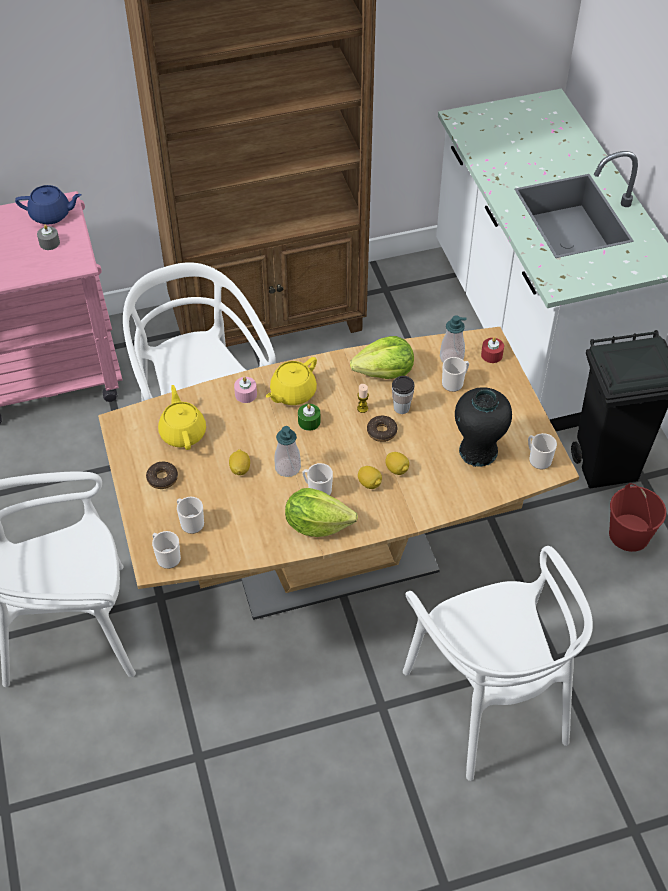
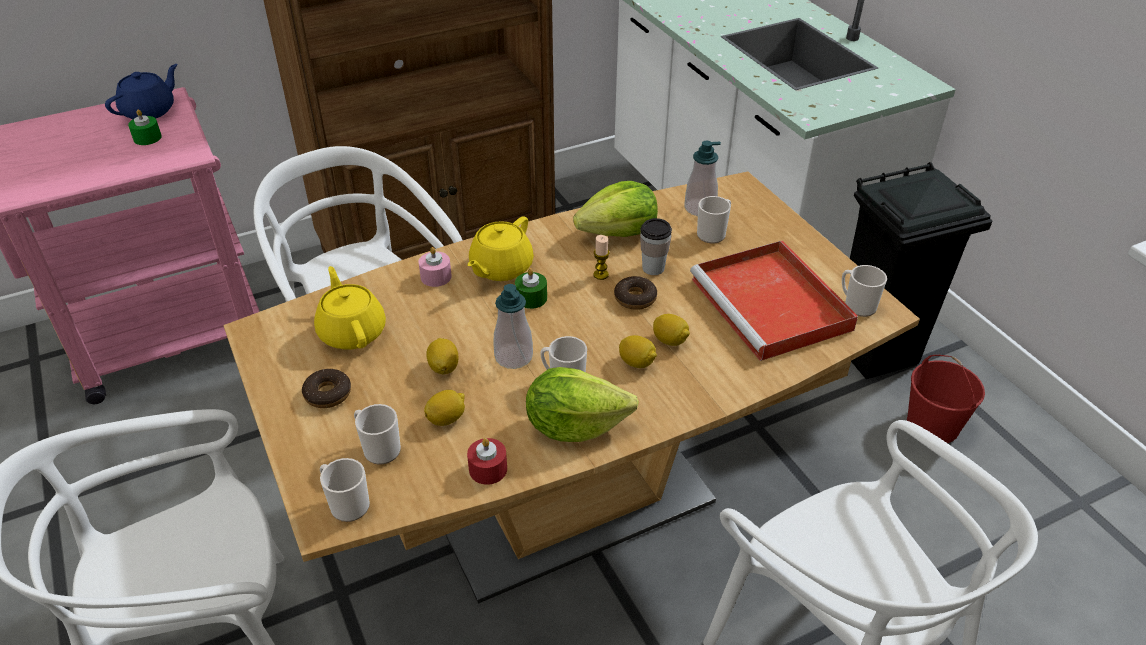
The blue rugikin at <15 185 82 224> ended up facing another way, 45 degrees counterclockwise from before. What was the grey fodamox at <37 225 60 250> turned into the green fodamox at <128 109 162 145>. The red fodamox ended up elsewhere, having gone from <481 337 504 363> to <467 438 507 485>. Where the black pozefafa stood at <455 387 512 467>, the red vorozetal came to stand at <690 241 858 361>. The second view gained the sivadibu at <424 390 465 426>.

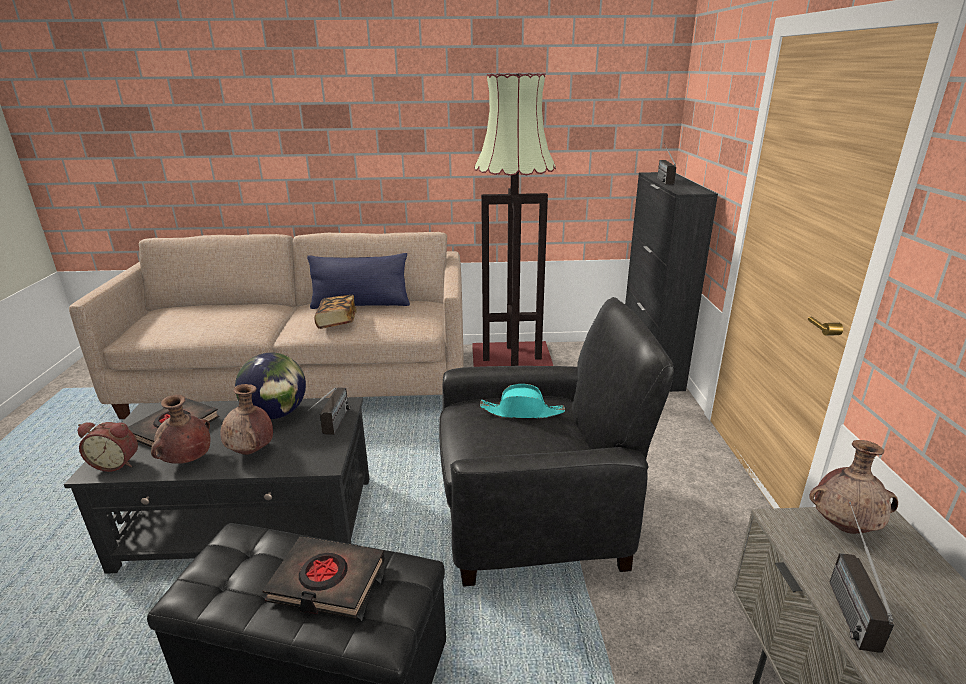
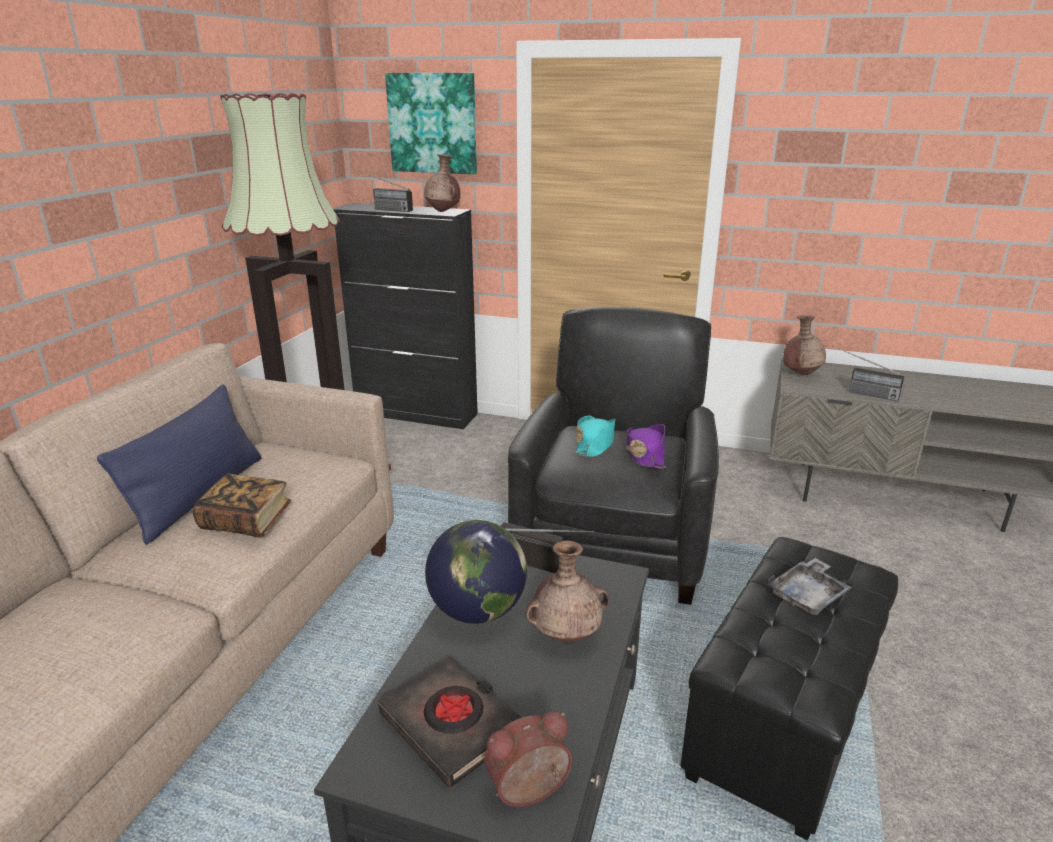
The brown pozefafa ended up elsewhere, having gone from <151 395 211 464> to <424 154 460 212>. The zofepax at <78 422 138 472> ended up facing another way, 135 degrees counterclockwise from before. Where the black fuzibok stood at <263 537 385 619>, the grey vorozetal came to stand at <768 558 852 615>. The second view gained the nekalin at <385 73 477 174>. The second view gained the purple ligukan at <626 424 666 469>.

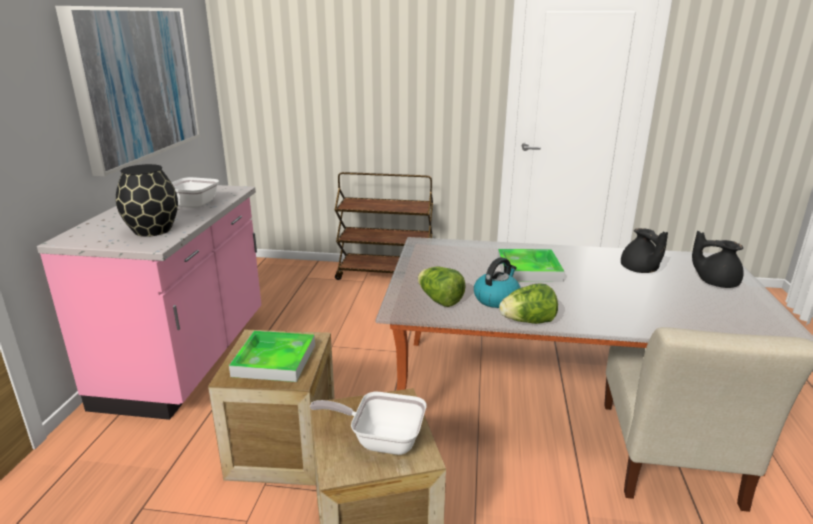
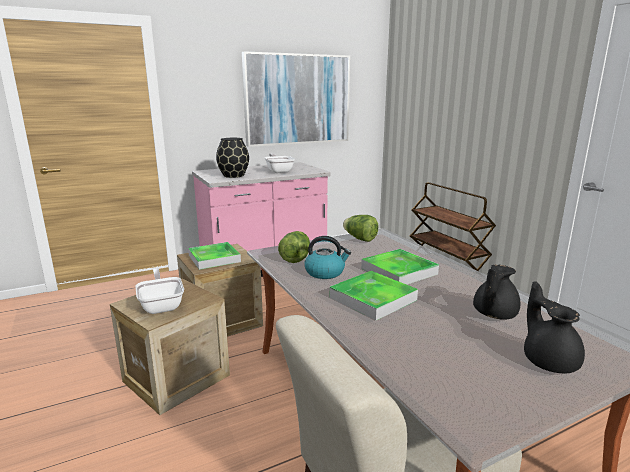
The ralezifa ended up elsewhere, having gone from <499 283 558 324> to <343 215 379 242>. The second view gained the vorozetal at <330 271 418 321>.

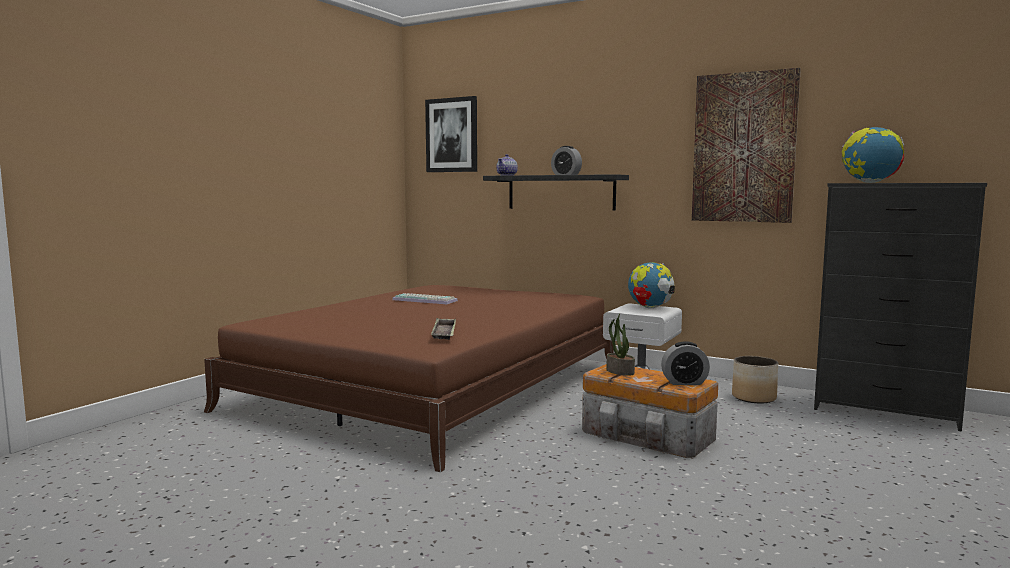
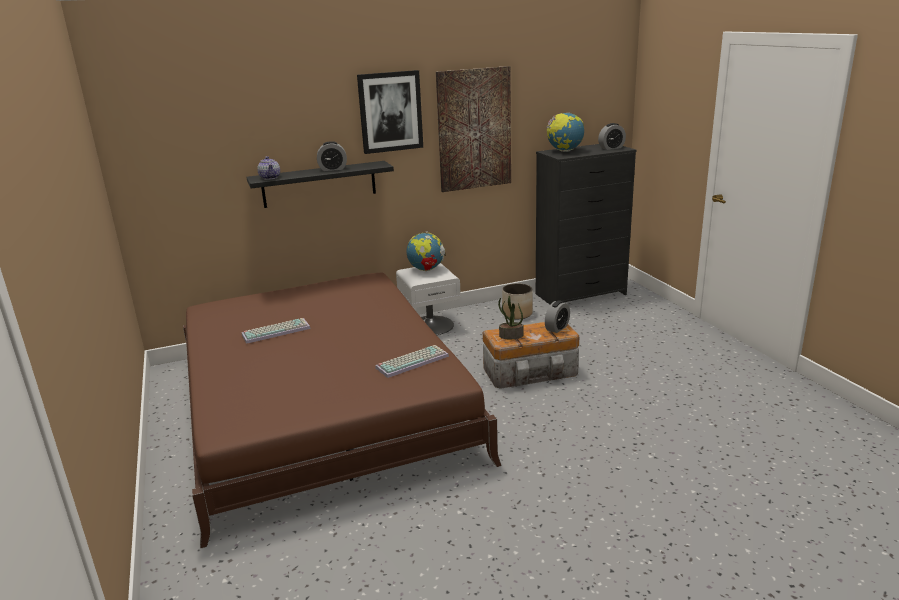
The nekalin ended up elsewhere, having gone from <425 96 477 172> to <357 70 423 154>. Where the vorozetal stood at <431 318 456 340>, the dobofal came to stand at <375 345 449 378>. The second view gained the zofepax at <598 123 626 150>.

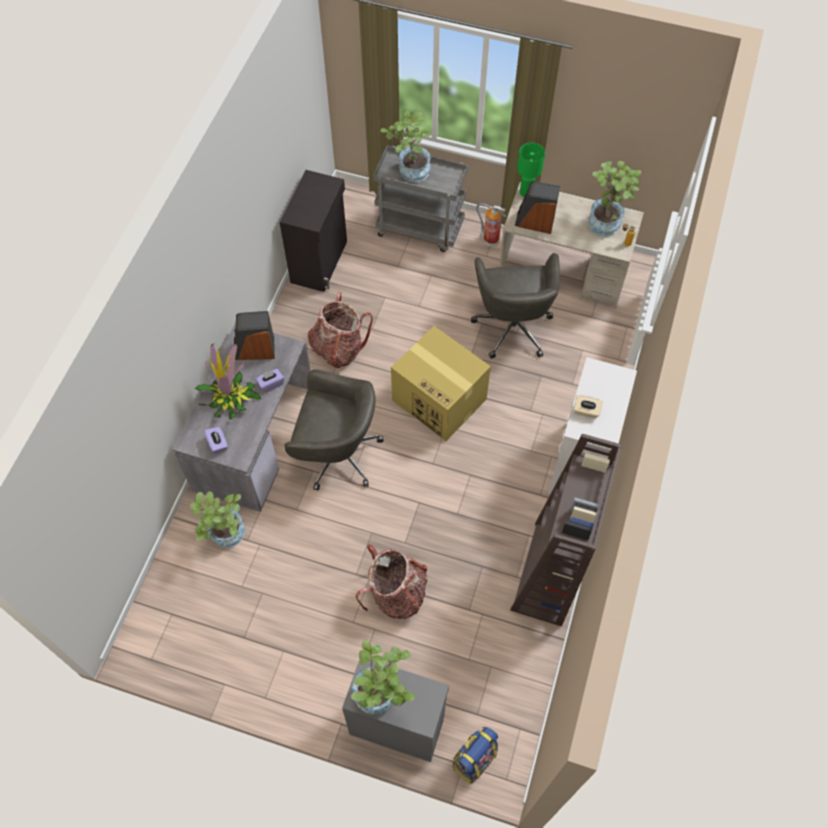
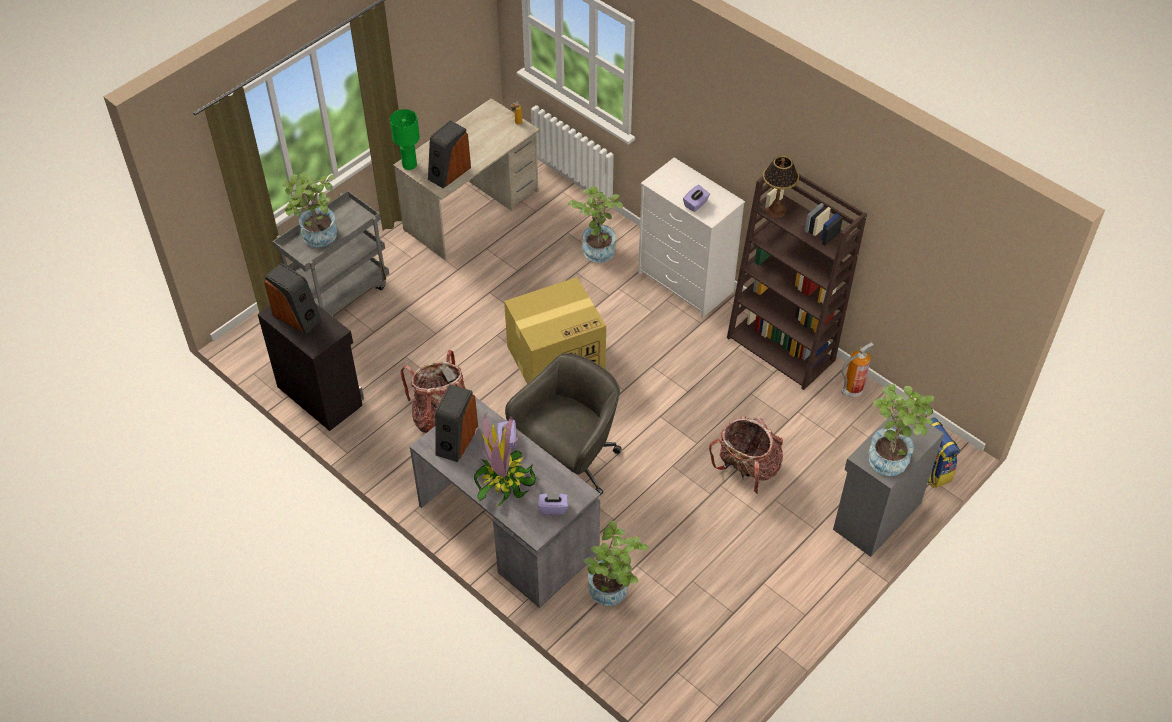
The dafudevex ended up elsewhere, having gone from <589 161 641 236> to <568 186 623 263>. The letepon ended up elsewhere, having gone from <476 203 506 247> to <841 342 874 397>. The second view lost the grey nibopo at <471 253 560 359>. What was the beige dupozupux at <574 395 603 418> turned into the purple dupozupux at <683 185 710 212>. The second view gained the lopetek at <763 156 799 218>. The second view gained the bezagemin at <264 263 322 334>.

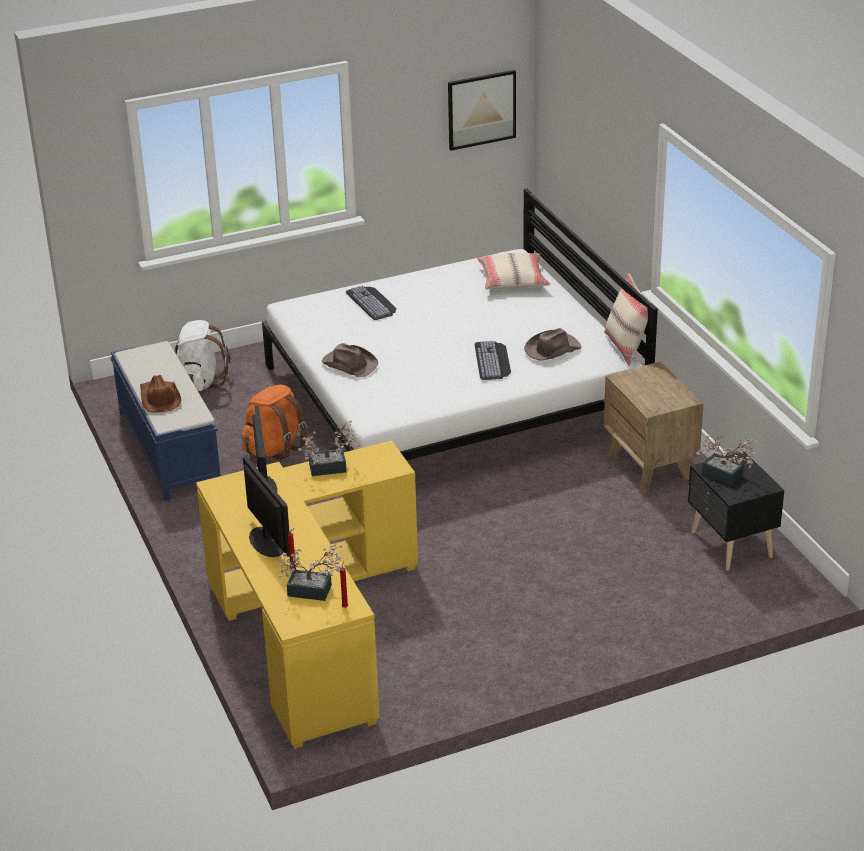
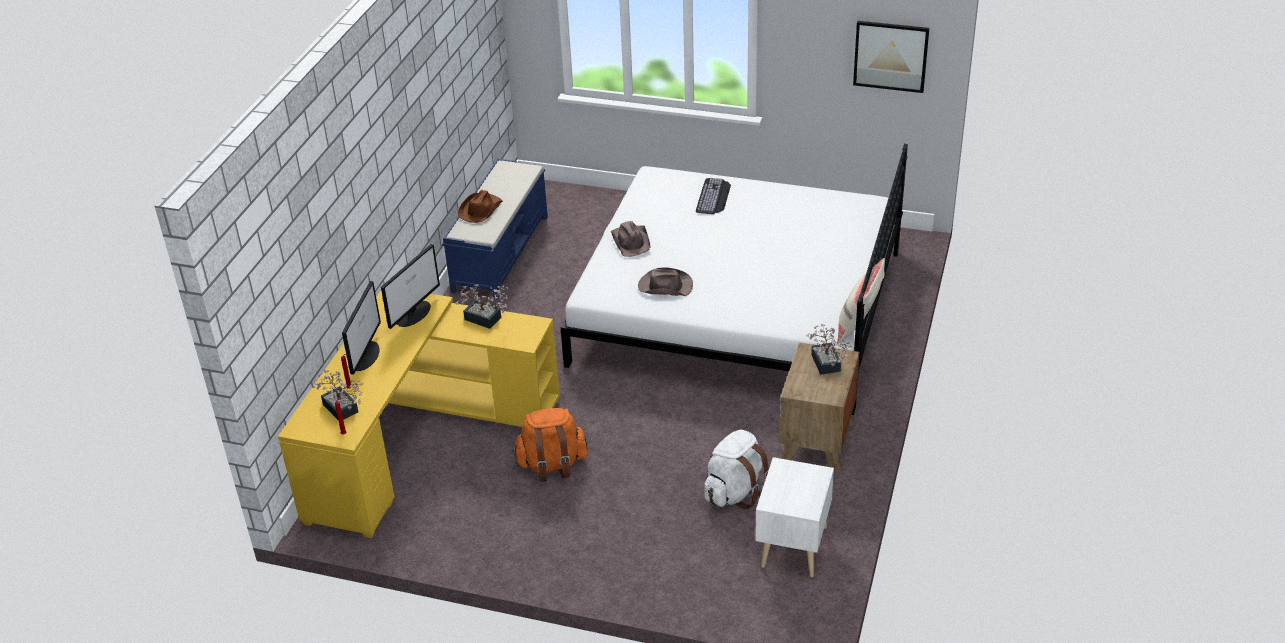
The second view lost the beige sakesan at <477 253 550 289>. The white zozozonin ended up elsewhere, having gone from <174 320 230 391> to <704 430 769 510>. The brown ligukan ended up elsewhere, having gone from <524 328 581 360> to <638 267 693 296>. The second view lost the dobofal at <474 341 511 380>. The orange zozozonin ended up elsewhere, having gone from <242 384 307 460> to <512 408 588 482>. The dafudevex ended up elsewhere, having gone from <696 435 758 485> to <807 324 852 375>. What was the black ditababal at <688 452 784 571> turned into the white ditababal at <755 457 834 577>.

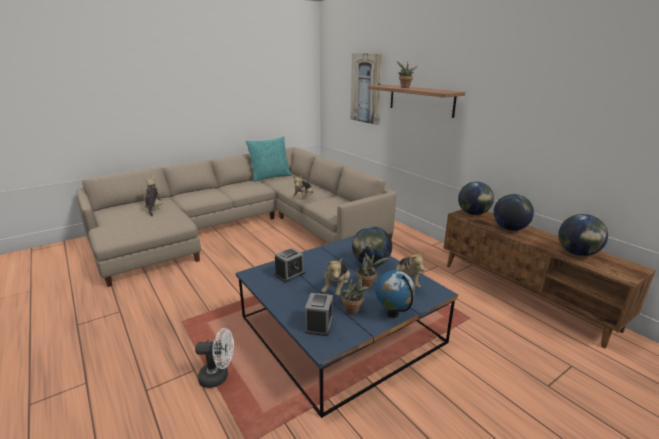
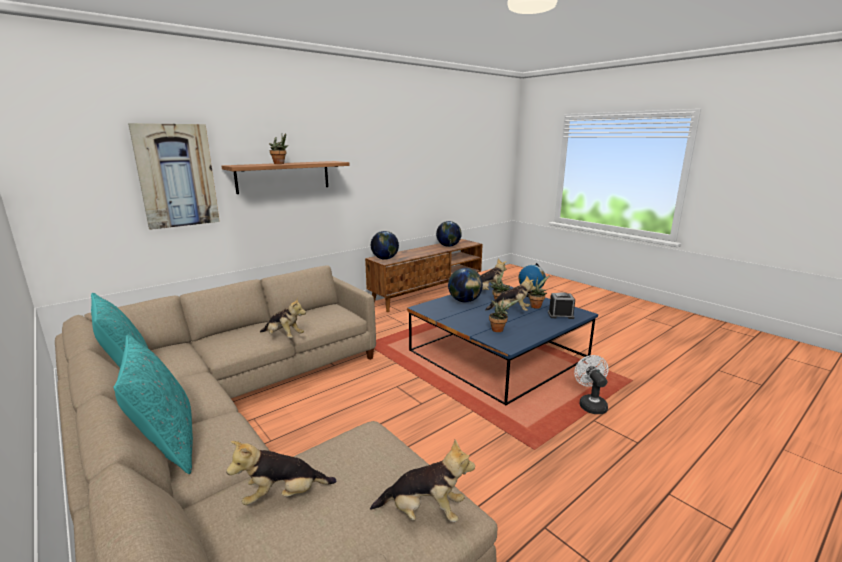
The second view lost the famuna at <493 194 534 231>. Where the zofepax stood at <275 248 305 282>, the dafudevex came to stand at <489 297 521 332>. The second view gained the turquoise sakesan at <114 335 193 474>. The second view gained the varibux at <370 439 475 522>.

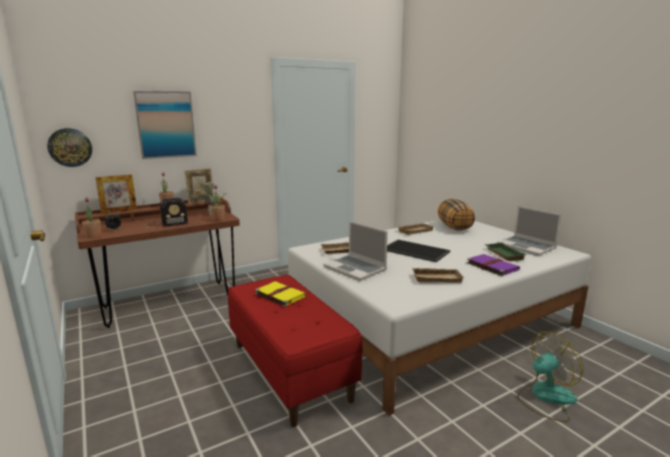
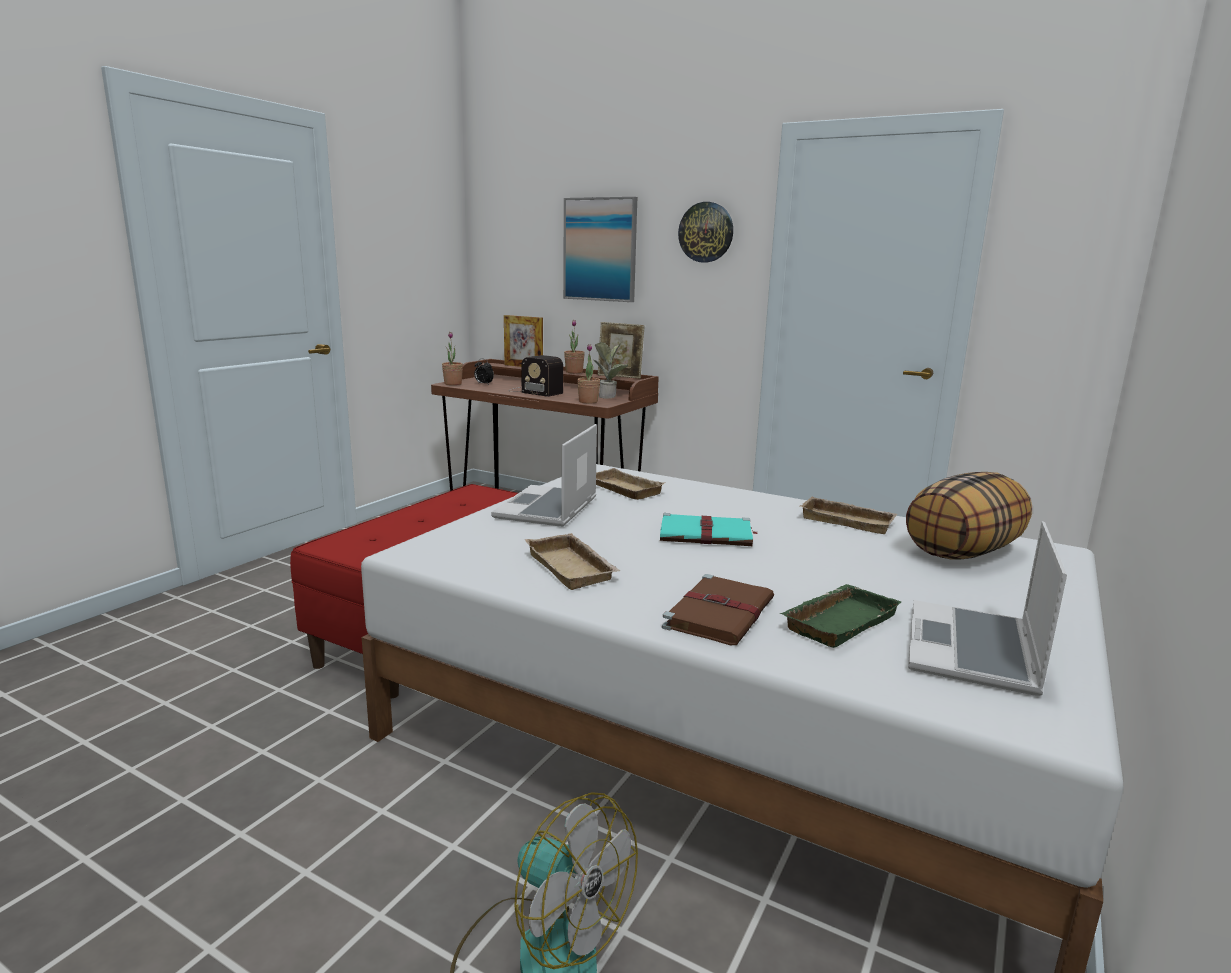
The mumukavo ended up elsewhere, having gone from <47 128 92 167> to <678 202 733 263>. Where the vorozetal stood at <387 240 450 262>, the turquoise fuzibok came to stand at <660 513 758 546>. What was the purple fuzibok at <467 254 520 277> turned into the brown fuzibok at <662 574 774 645>. The second view lost the yellow fuzibok at <255 281 306 307>.

